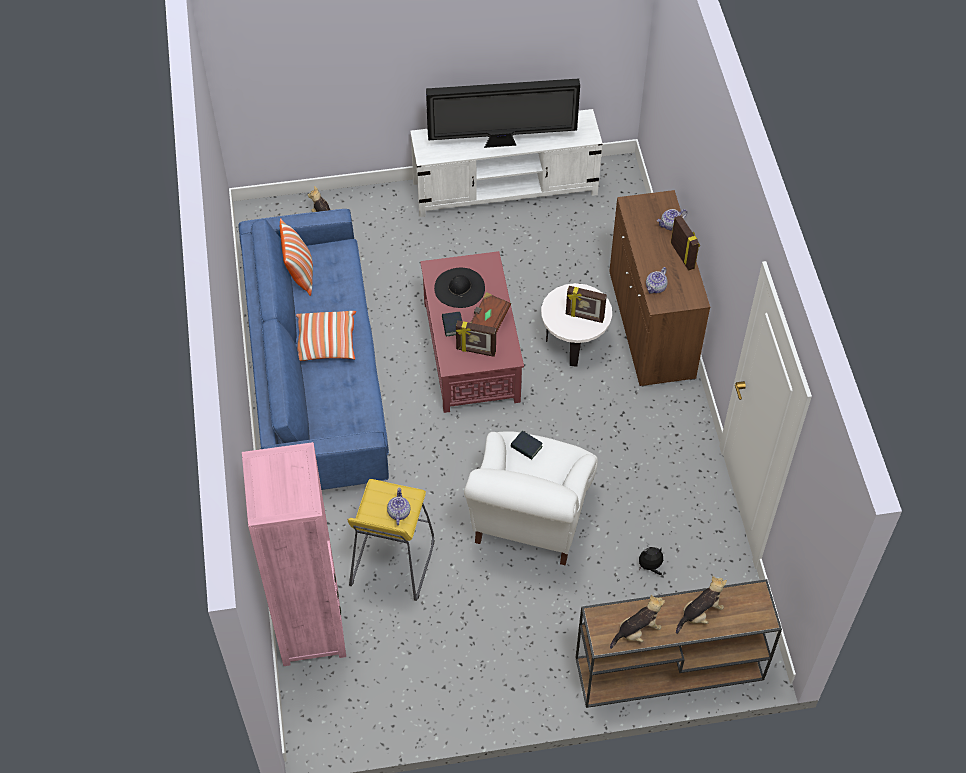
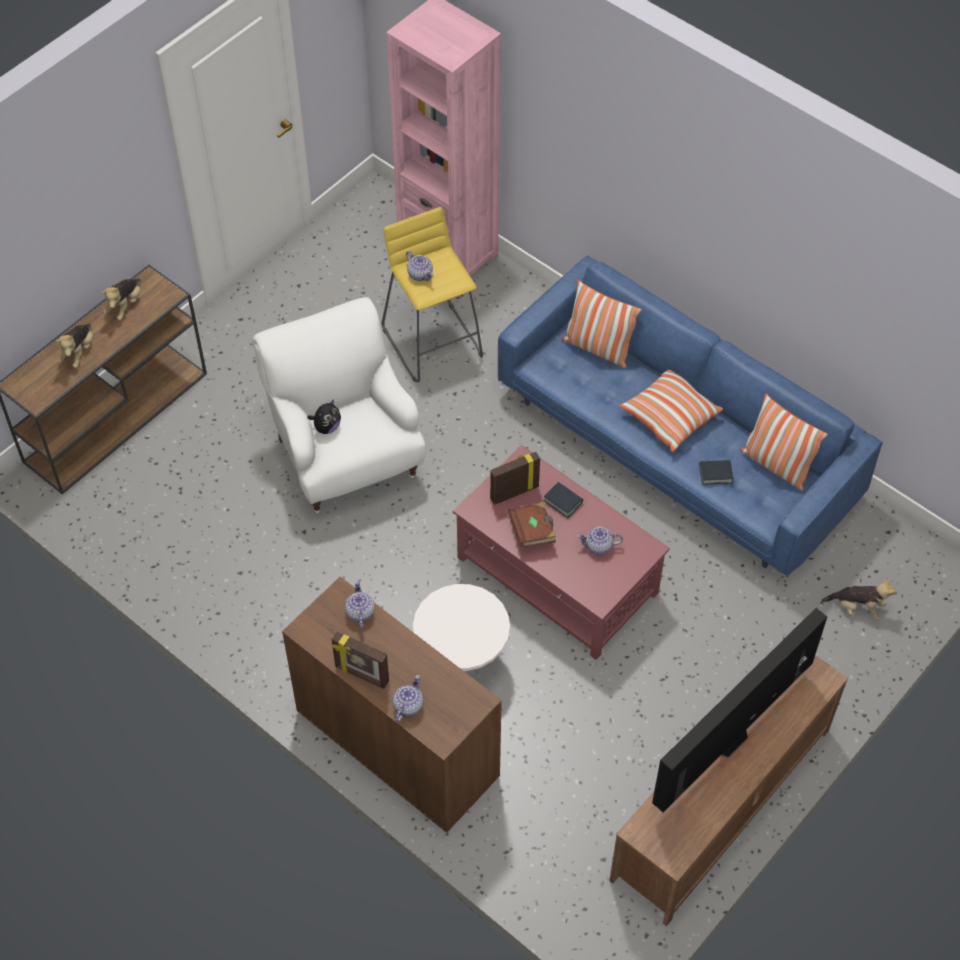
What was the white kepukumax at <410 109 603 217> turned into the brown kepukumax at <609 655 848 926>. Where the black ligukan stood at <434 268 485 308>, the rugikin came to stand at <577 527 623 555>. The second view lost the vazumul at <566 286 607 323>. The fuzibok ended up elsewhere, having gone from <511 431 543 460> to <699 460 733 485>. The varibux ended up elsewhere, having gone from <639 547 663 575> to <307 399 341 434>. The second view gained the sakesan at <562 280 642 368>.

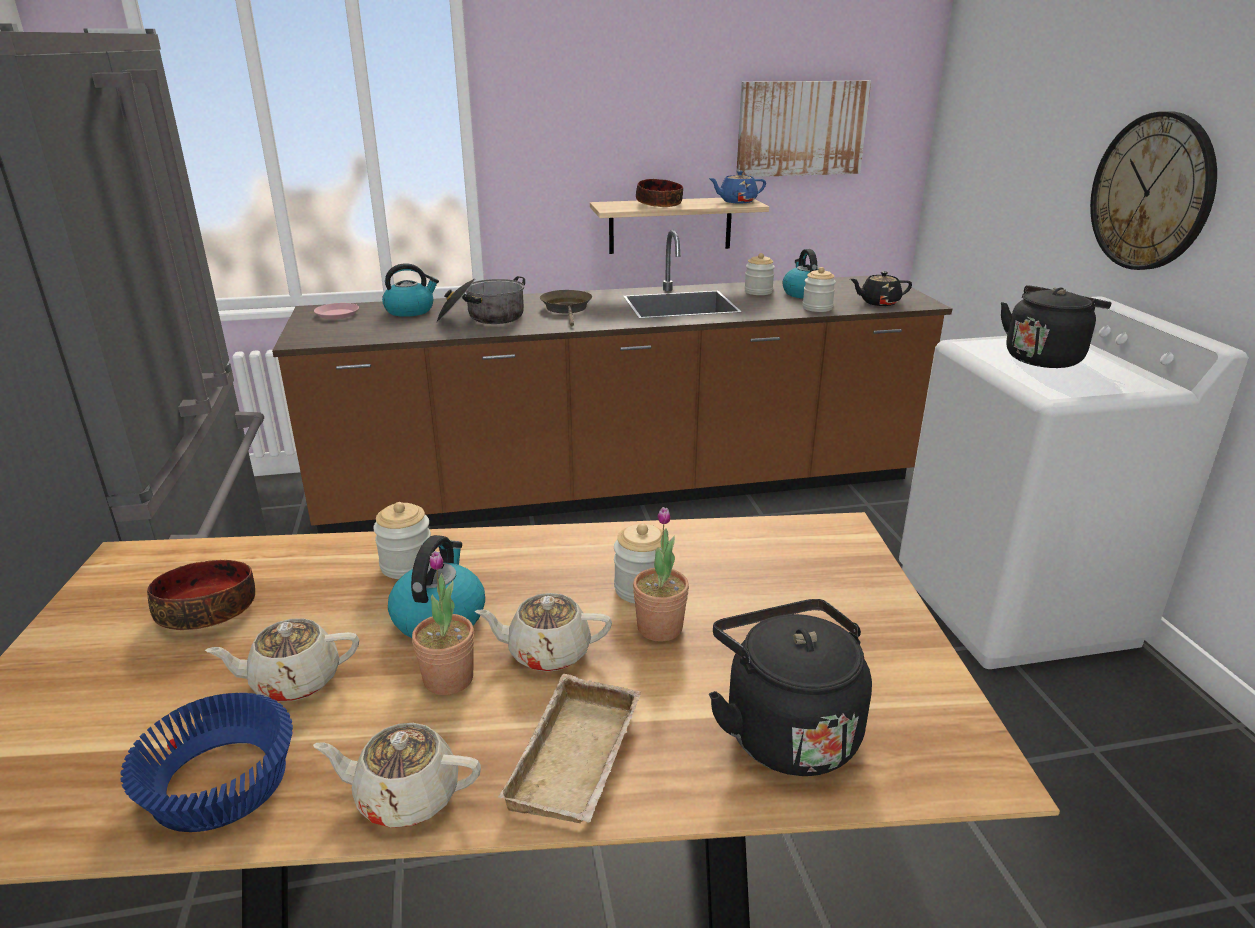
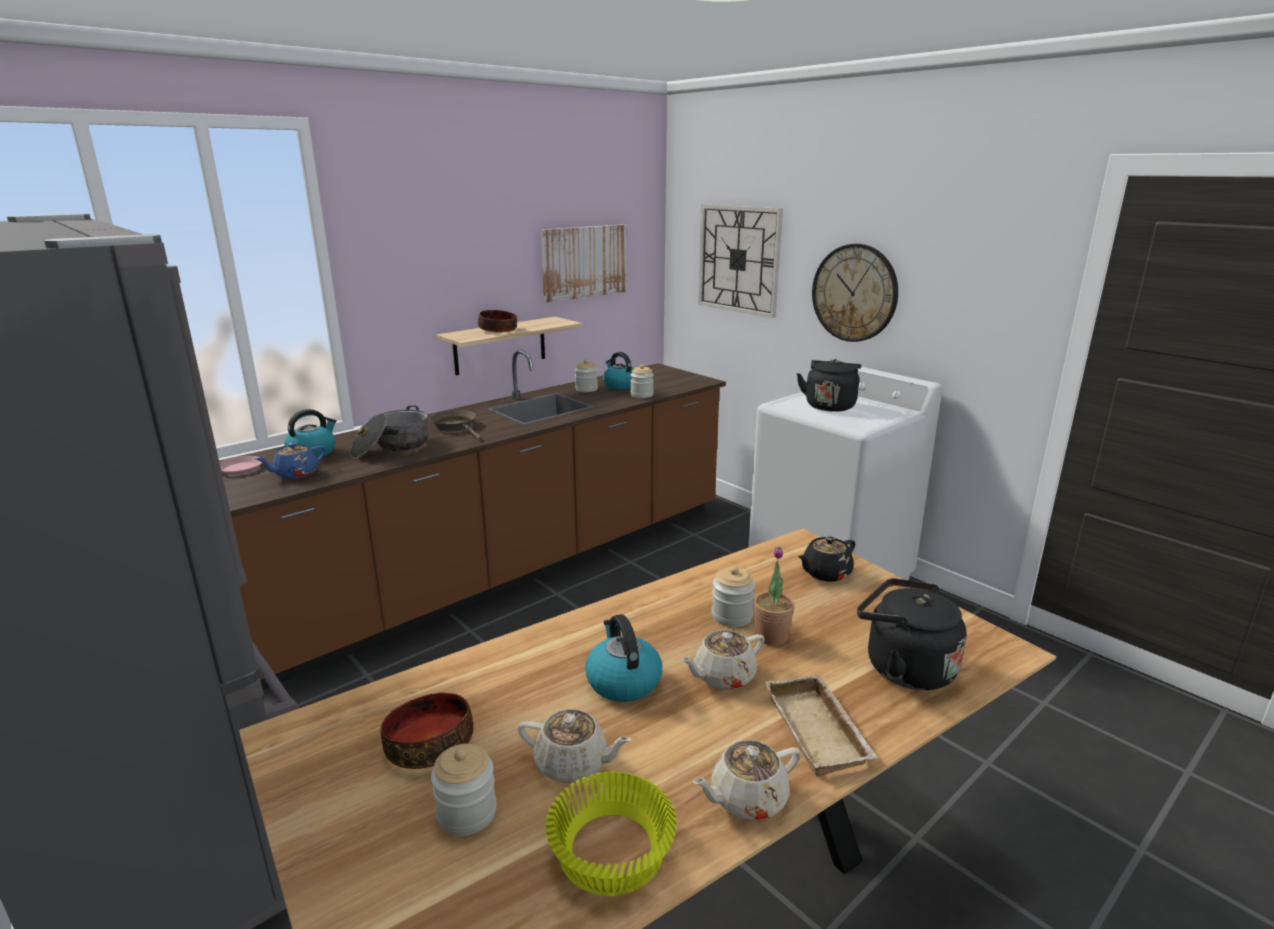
The blue rugikin ended up elsewhere, having gone from <709 171 766 204> to <256 442 326 479>. The black rugikin ended up elsewhere, having gone from <850 271 912 306> to <798 536 855 581>. The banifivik ended up elsewhere, having gone from <373 502 431 579> to <431 744 497 836>. The second view lost the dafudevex at <412 551 474 695>. The beige rugikin at <205 618 359 702> ended up facing another way, 120 degrees counterclockwise from before. What was the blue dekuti at <120 693 293 832> turned into the yellow dekuti at <545 772 677 896>. The second view gained the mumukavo at <698 204 783 318>.

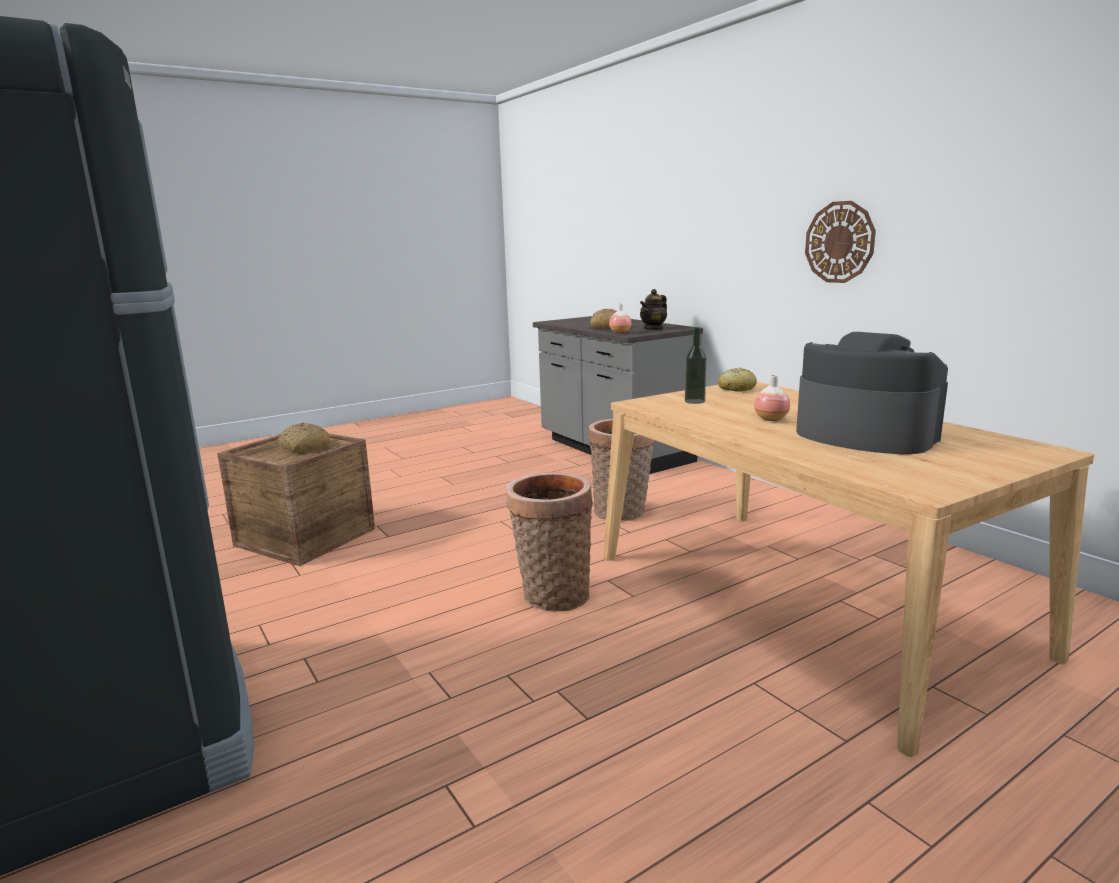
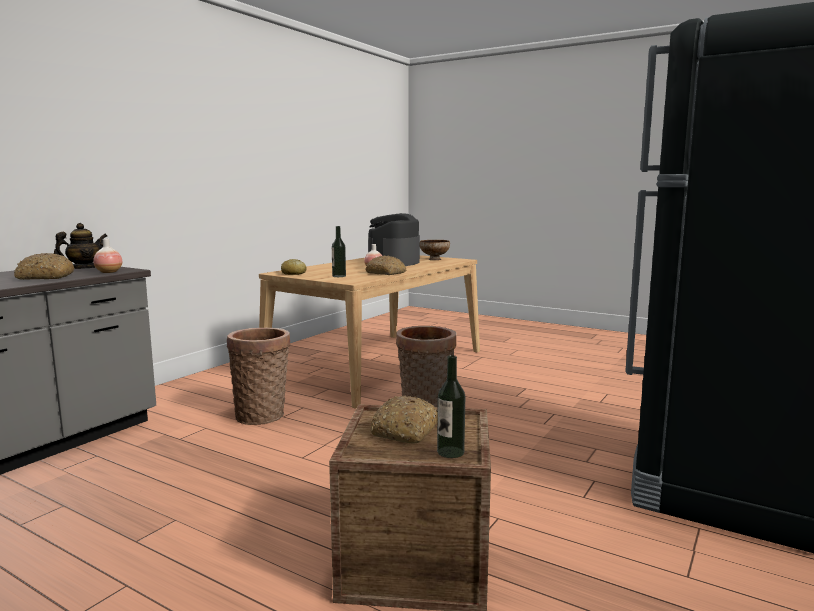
The second view lost the mumukavo at <805 201 876 283>. The rugikin at <640 289 667 330> ended up facing another way, 60 degrees counterclockwise from before. The second view gained the dekuti at <420 240 450 260>. The second view gained the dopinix at <366 255 406 275>. The second view gained the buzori at <437 355 465 458>.

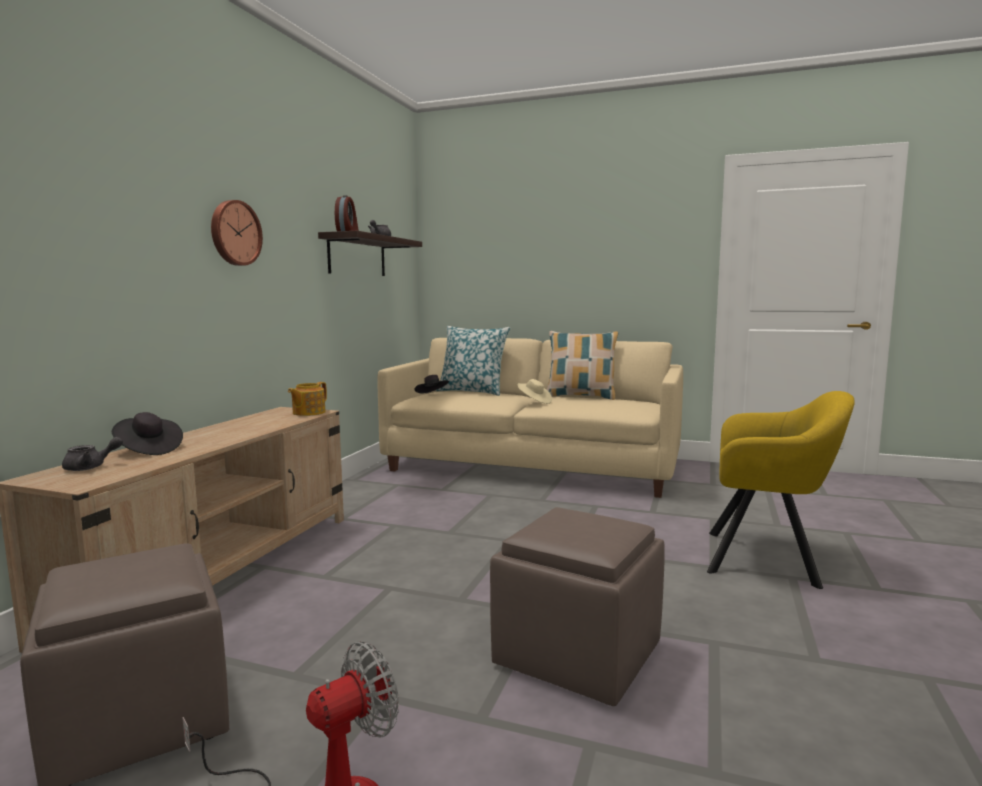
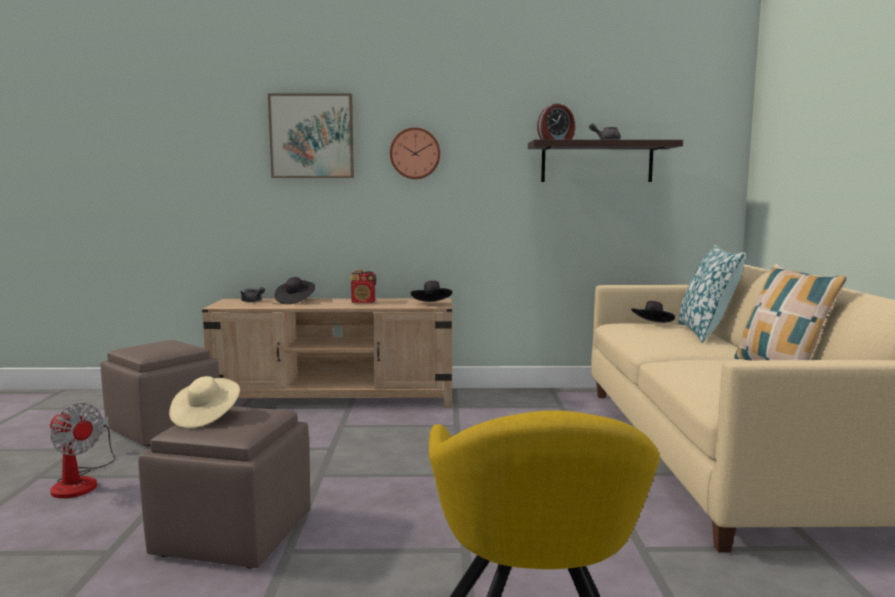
The beige ligukan ended up elsewhere, having gone from <517 379 552 404> to <169 376 240 428>. Where the rugikin stood at <288 382 327 416>, the black ligukan came to stand at <411 281 453 302>. The second view gained the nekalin at <268 93 354 178>. The second view gained the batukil at <350 270 376 303>.

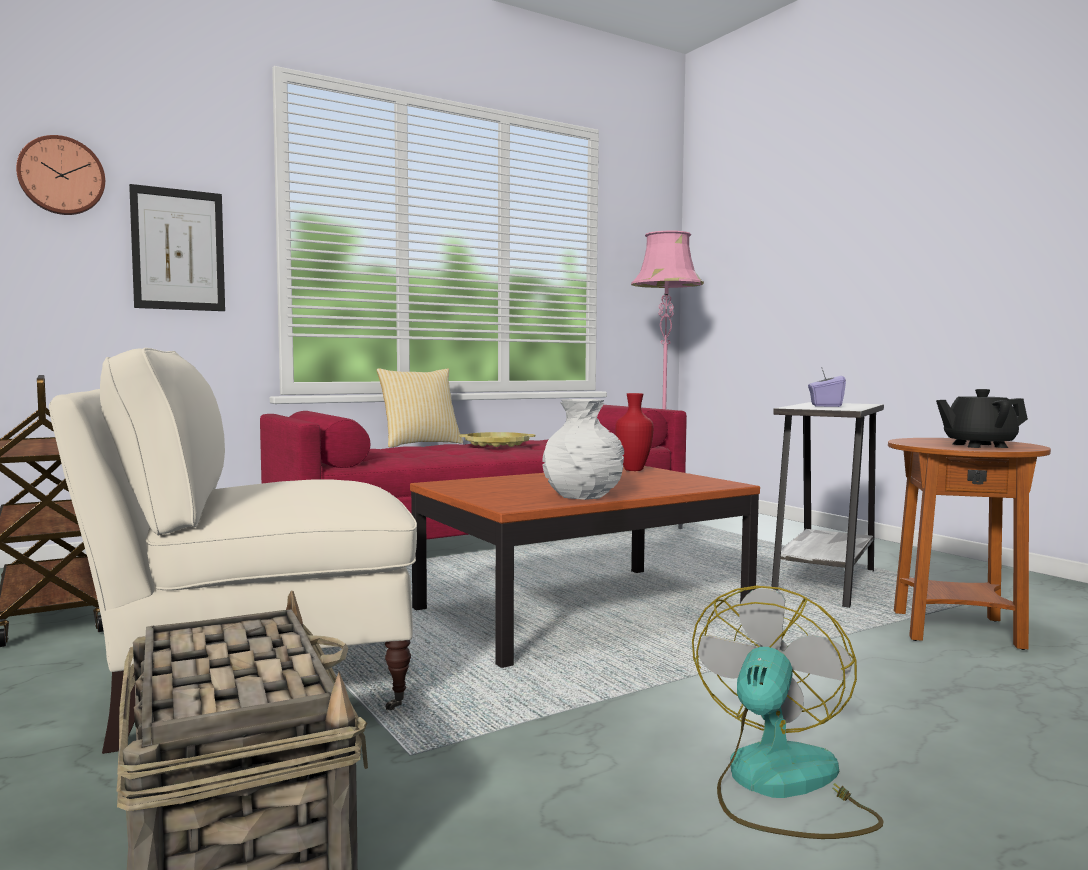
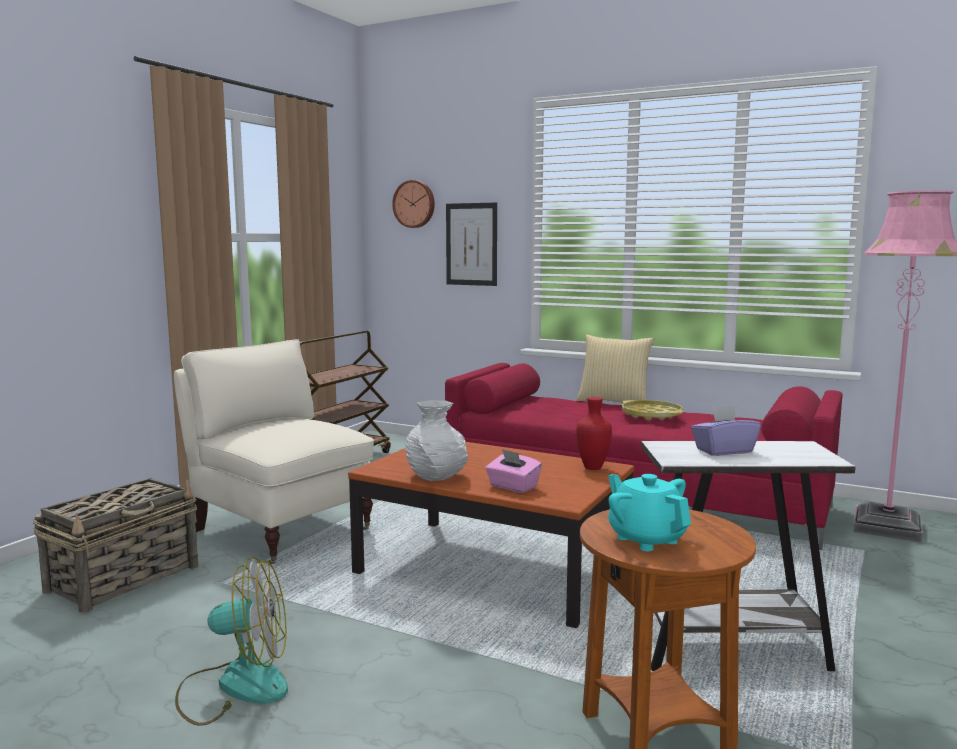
What was the black rugikin at <936 389 1028 448> turned into the turquoise rugikin at <608 474 691 551>. The second view gained the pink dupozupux at <486 449 542 493>.

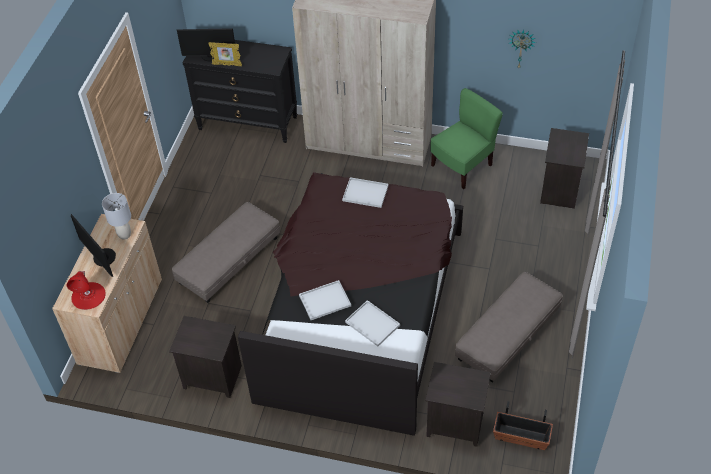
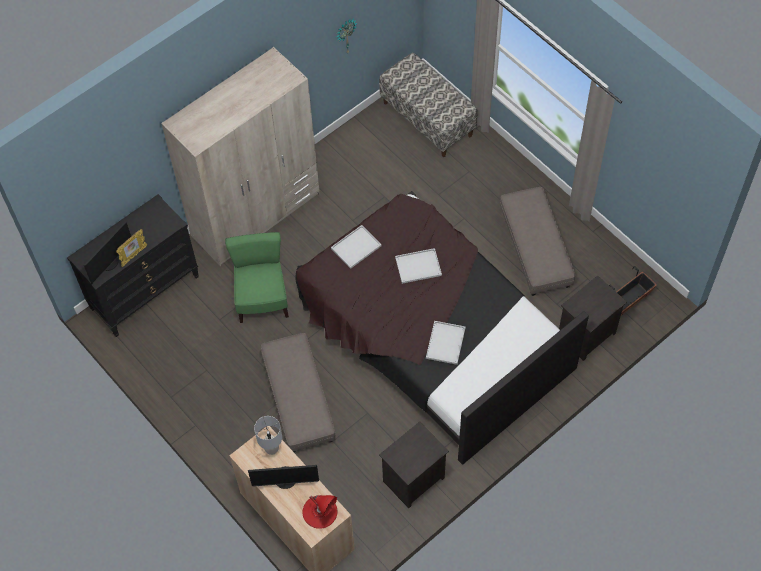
The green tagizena ended up elsewhere, having gone from <430 88 503 189> to <225 232 289 323>. Where the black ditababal stood at <540 128 589 209>, the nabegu came to stand at <379 53 478 157>. The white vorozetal ended up elsewhere, having gone from <345 300 400 346> to <395 248 442 284>.

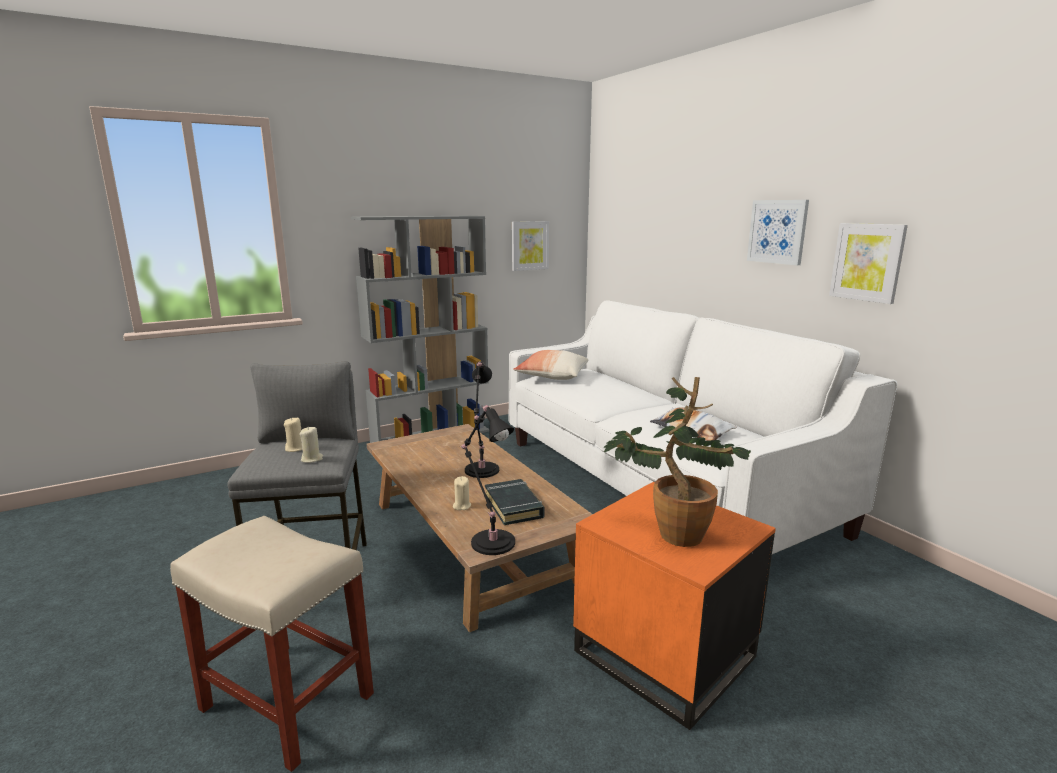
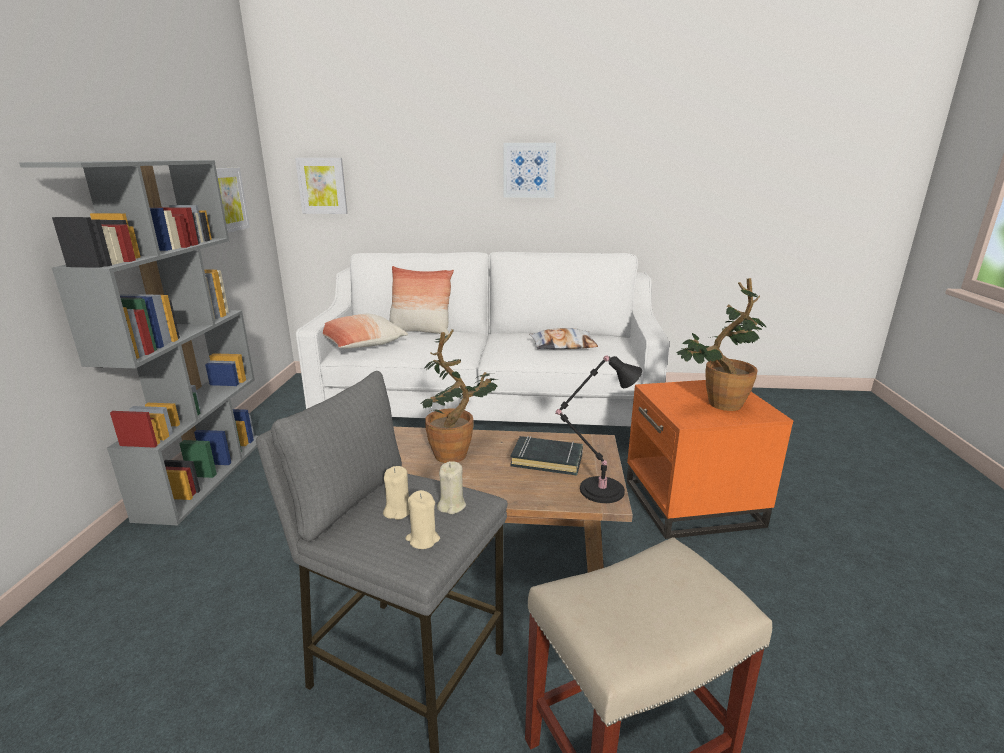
The nekalin ended up elsewhere, having gone from <829 223 908 304> to <295 158 348 214>. Where the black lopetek stood at <465 362 499 478>, the dafudevex came to stand at <420 329 498 463>. The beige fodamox ended up elsewhere, having gone from <453 476 471 510> to <406 490 440 549>. The second view gained the sakesan at <390 266 454 336>.

